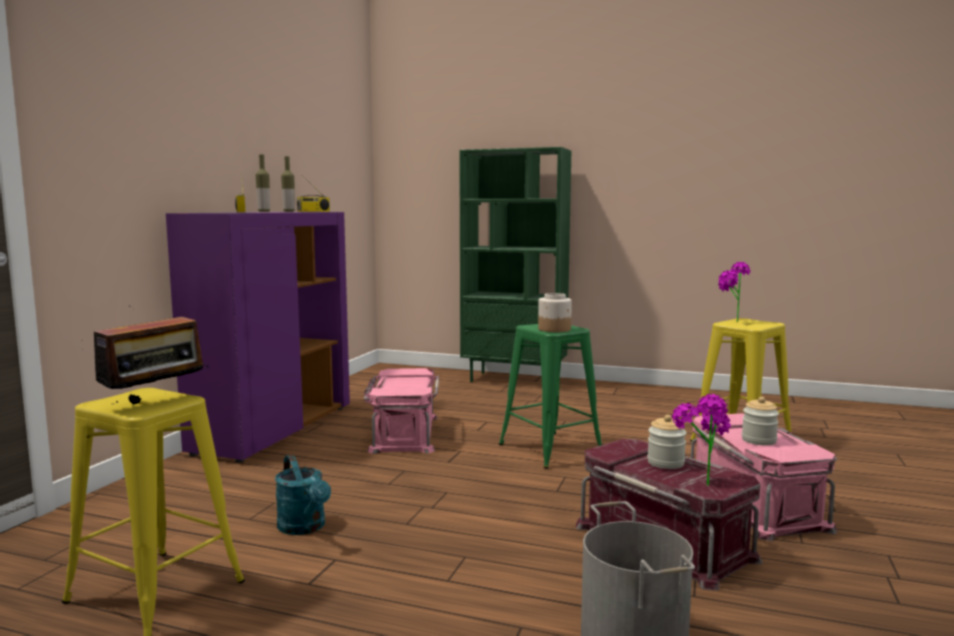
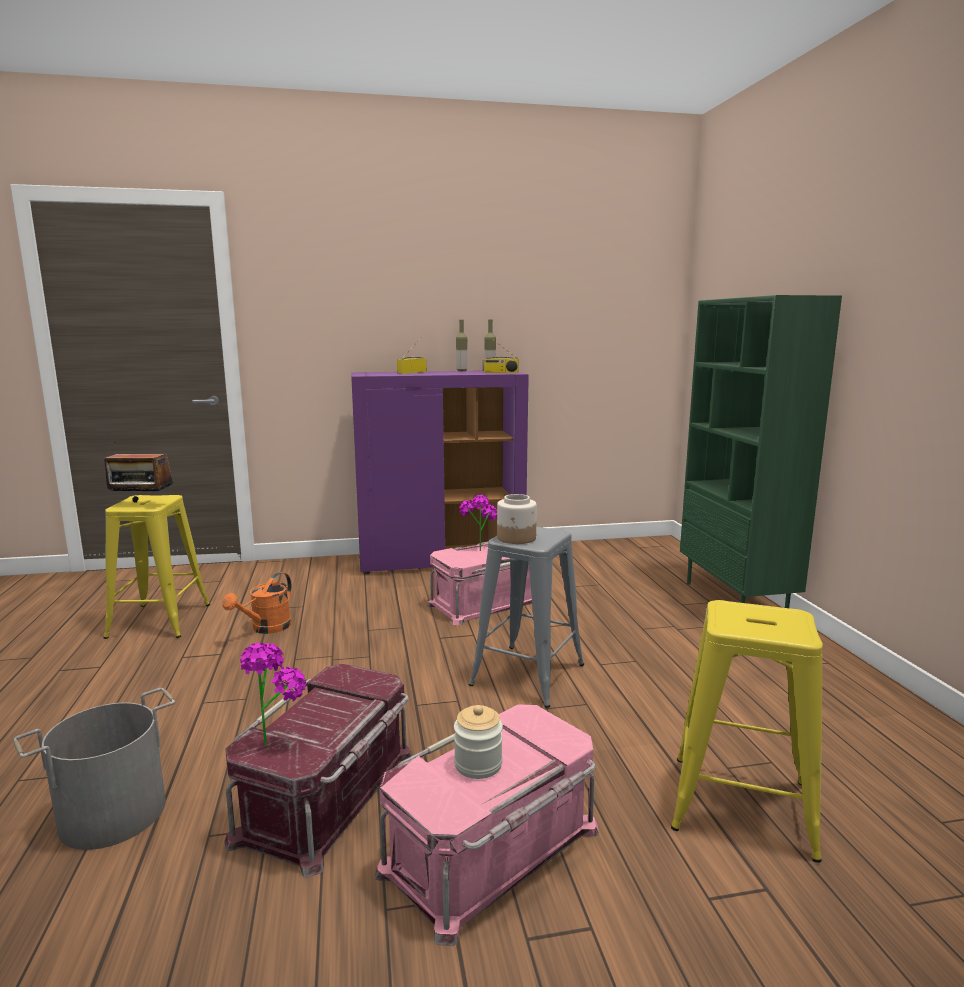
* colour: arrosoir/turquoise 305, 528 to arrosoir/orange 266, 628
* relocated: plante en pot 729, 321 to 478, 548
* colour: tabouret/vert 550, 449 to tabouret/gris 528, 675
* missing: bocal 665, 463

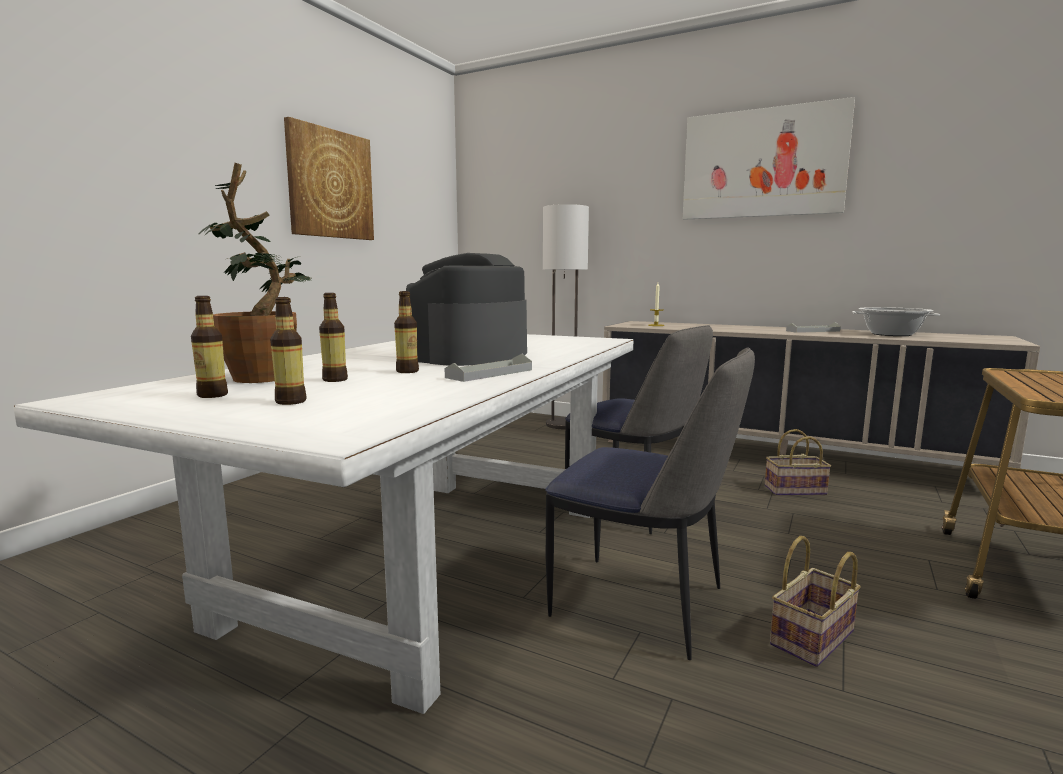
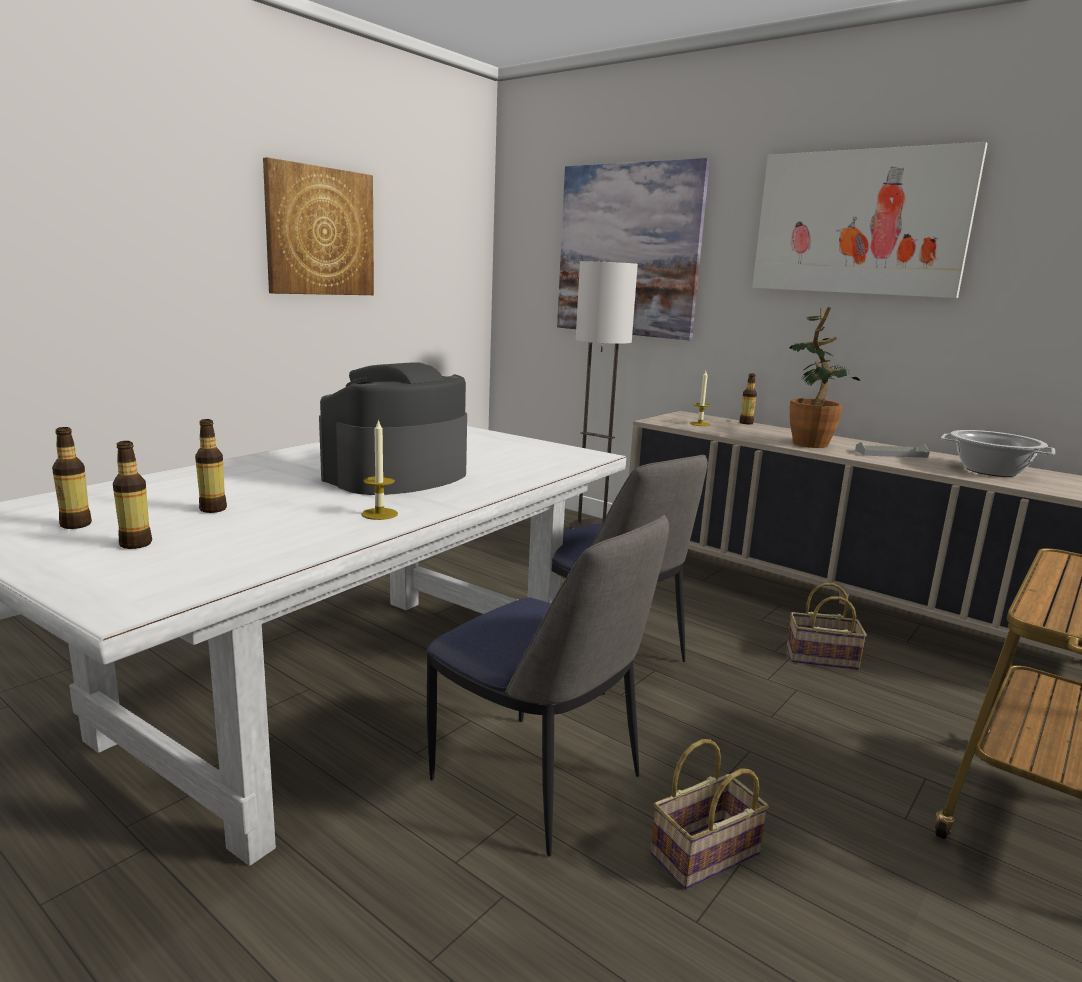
* exchanged: plateau/gris 490, 373 to bougie 379, 514
* appeared: tableau 628, 250
* relocated: bouteille 407, 371 to 746, 423
* relocated: plante en pot 270, 376 to 811, 442

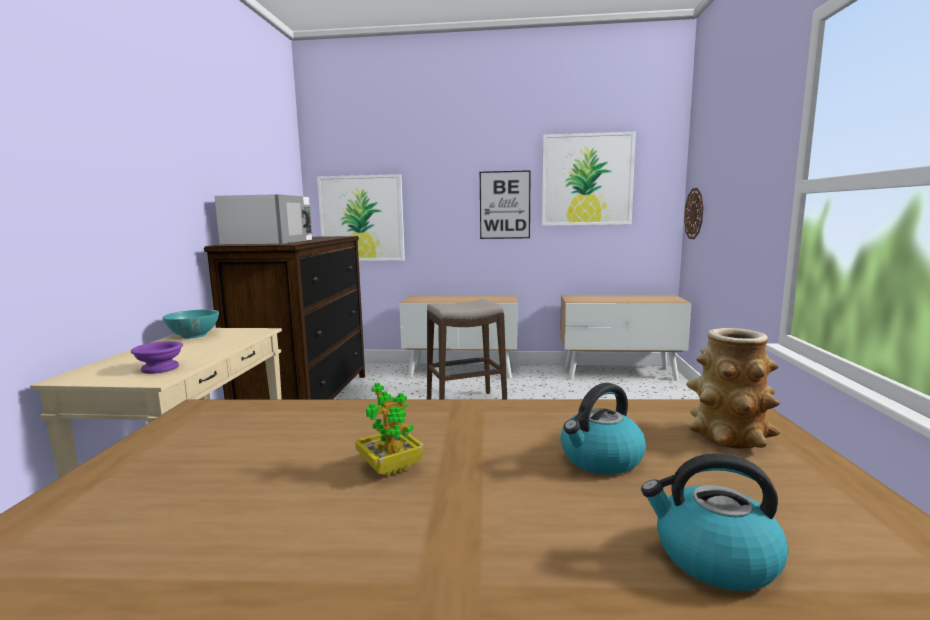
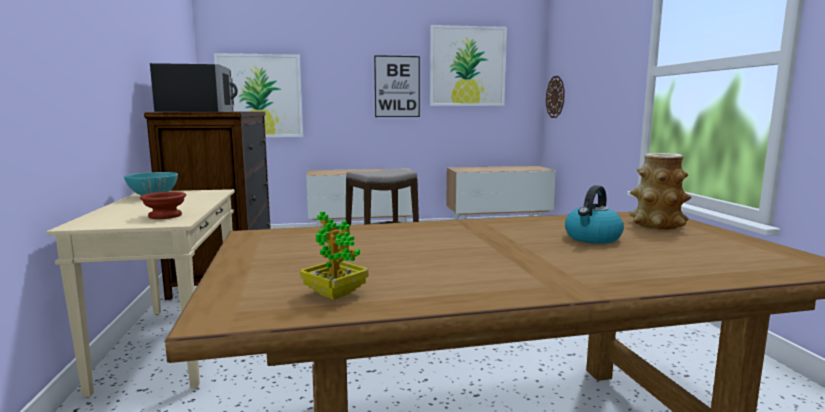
* colour: bol/violet 161, 368 to bol/marron 166, 215
* colour: micro-ondes/blanc 270, 241 to micro-ondes/noir 198, 111
* relocated: plante en pot 390, 468 to 335, 294
* missing: bouilloire 713, 558

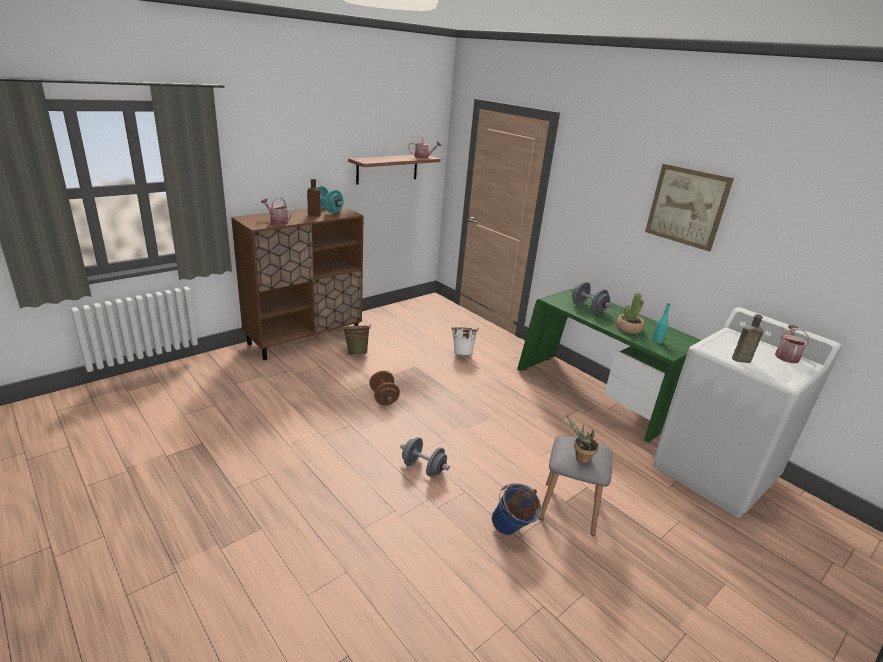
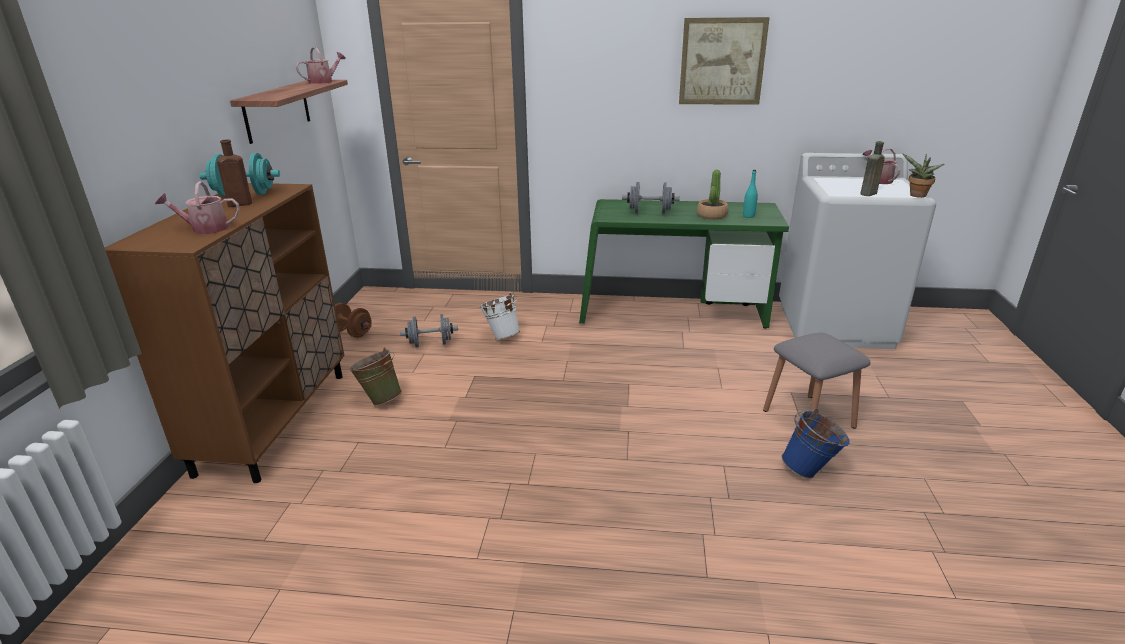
* relocated: haltère/marron 384, 398 to 351, 333
* relocated: haltère/gris 423, 468 to 430, 344
* relocated: plante en pot 580, 458 to 916, 196

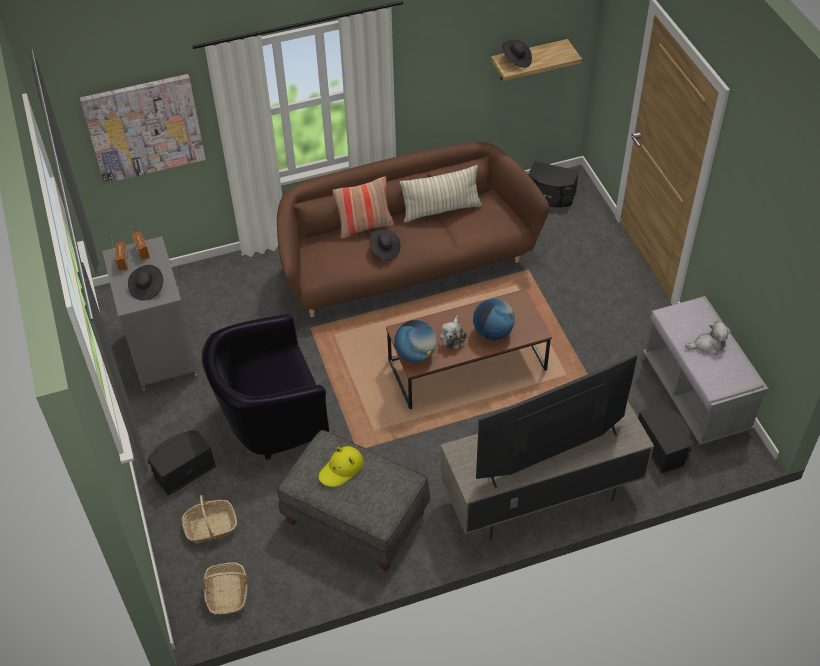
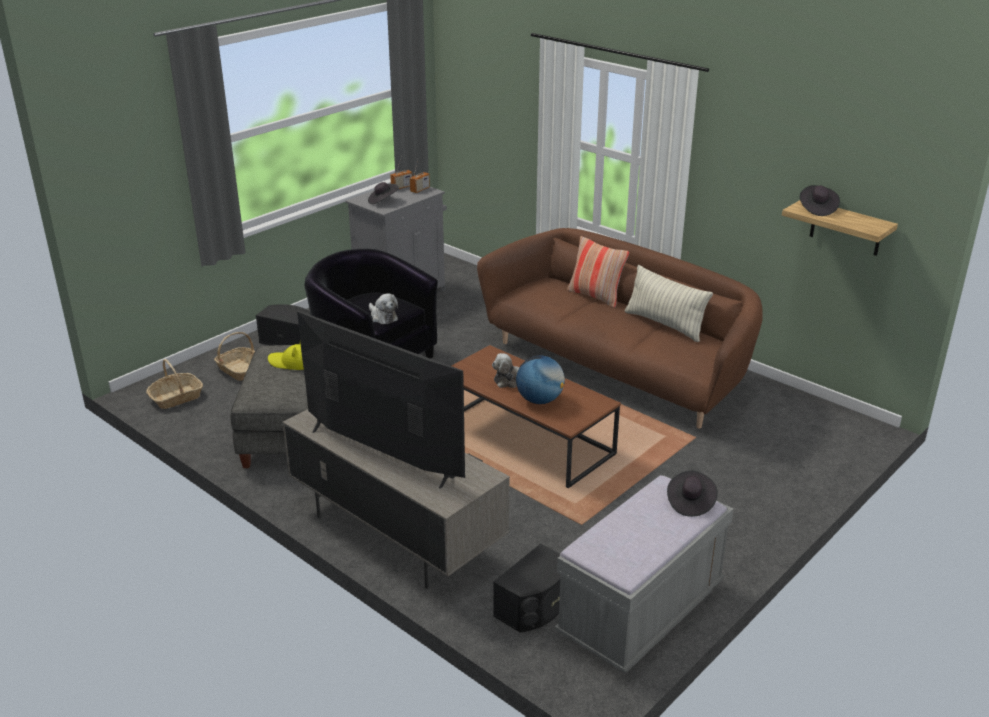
* relocated: peluche 708, 345 to 382, 317
* relocated: chapeau/noir 384, 250 to 690, 503
* missing: tableau 144, 127
* missing: globe 415, 354
* missing: enceinte/noir 550, 196

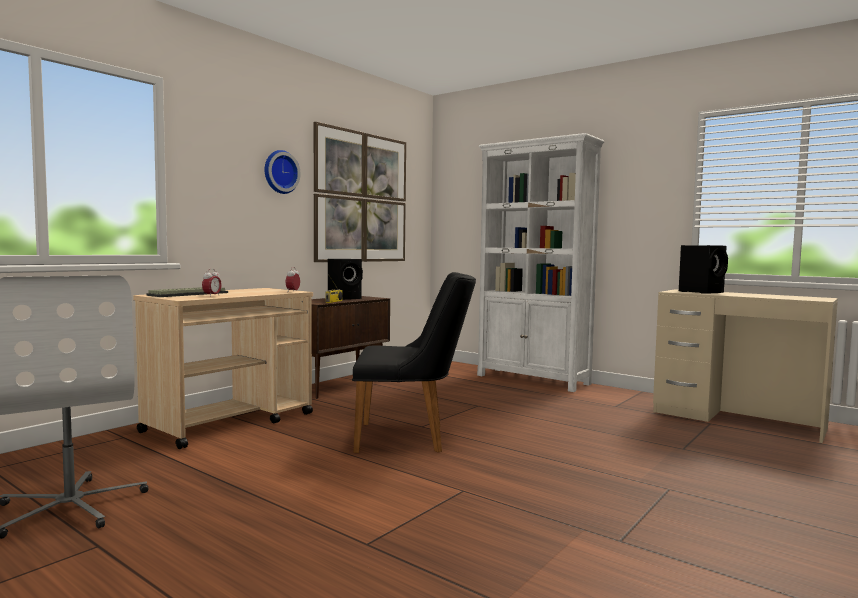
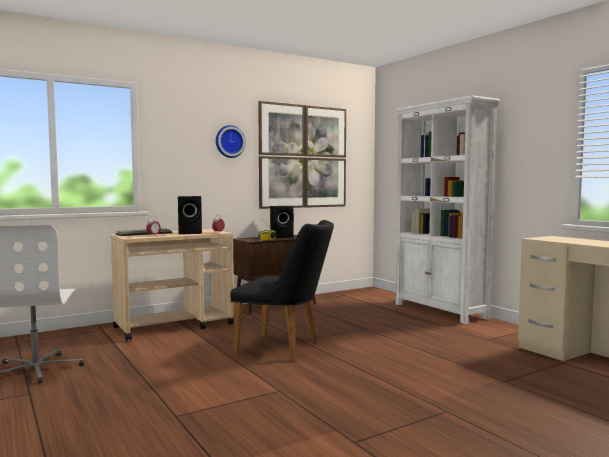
* relocated: enceinte/noir 702, 292 to 191, 233

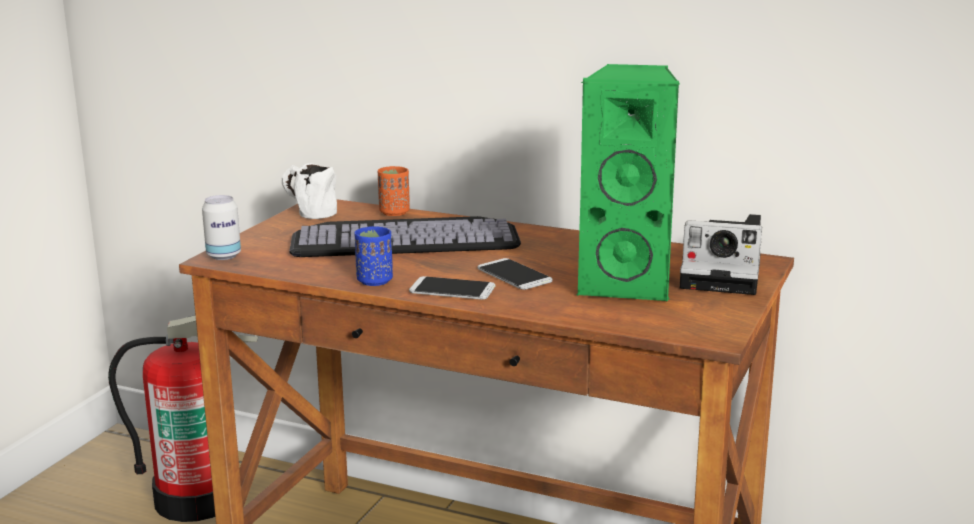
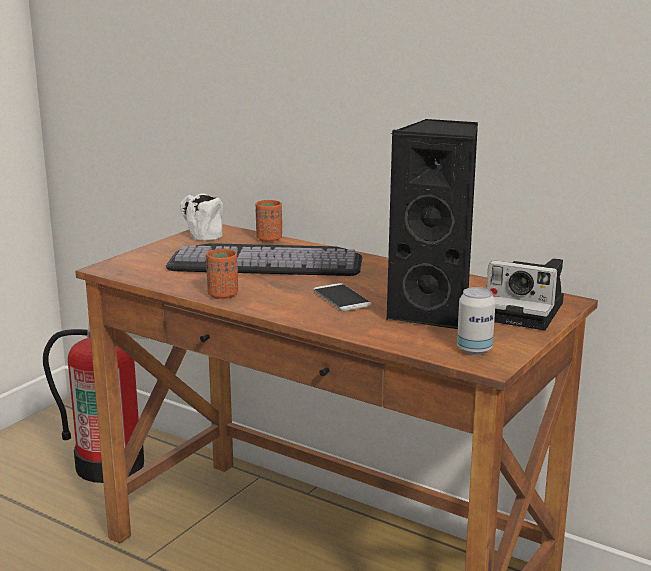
* colour: tasse/bleu 374, 281 to tasse/orange 223, 295
* colour: enceinte/vert 627, 284 to enceinte/noir 434, 313
* relocated: boîte métallique 223, 256 to 474, 349
* missing: téléphone 452, 289

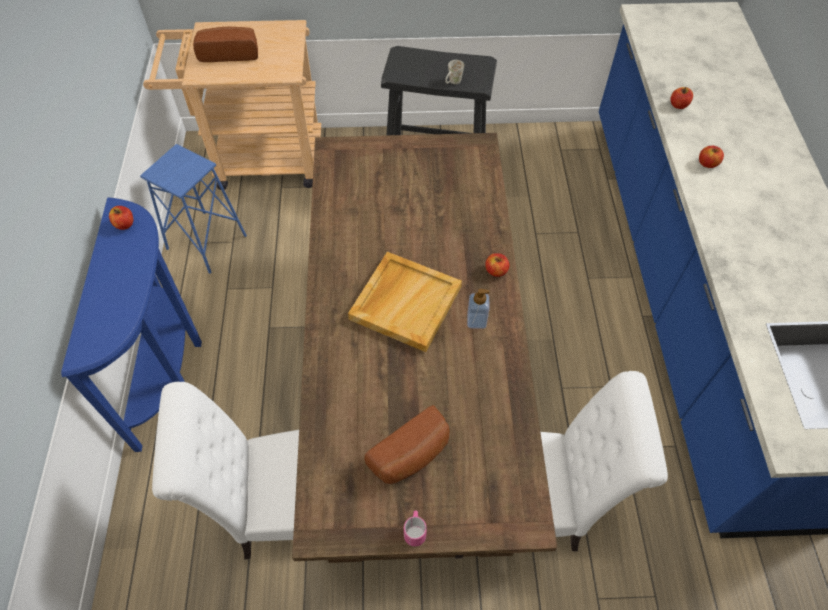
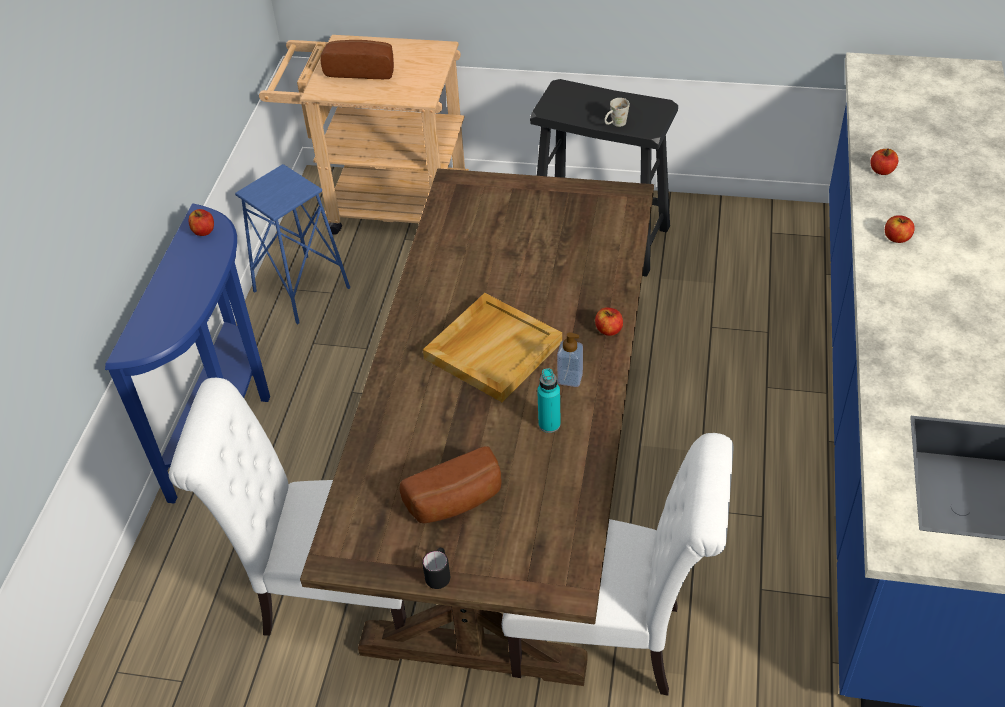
* colour: mug/rose 415, 531 to mug/noir 439, 575
* appeared: bouteille/turquoise 549, 424

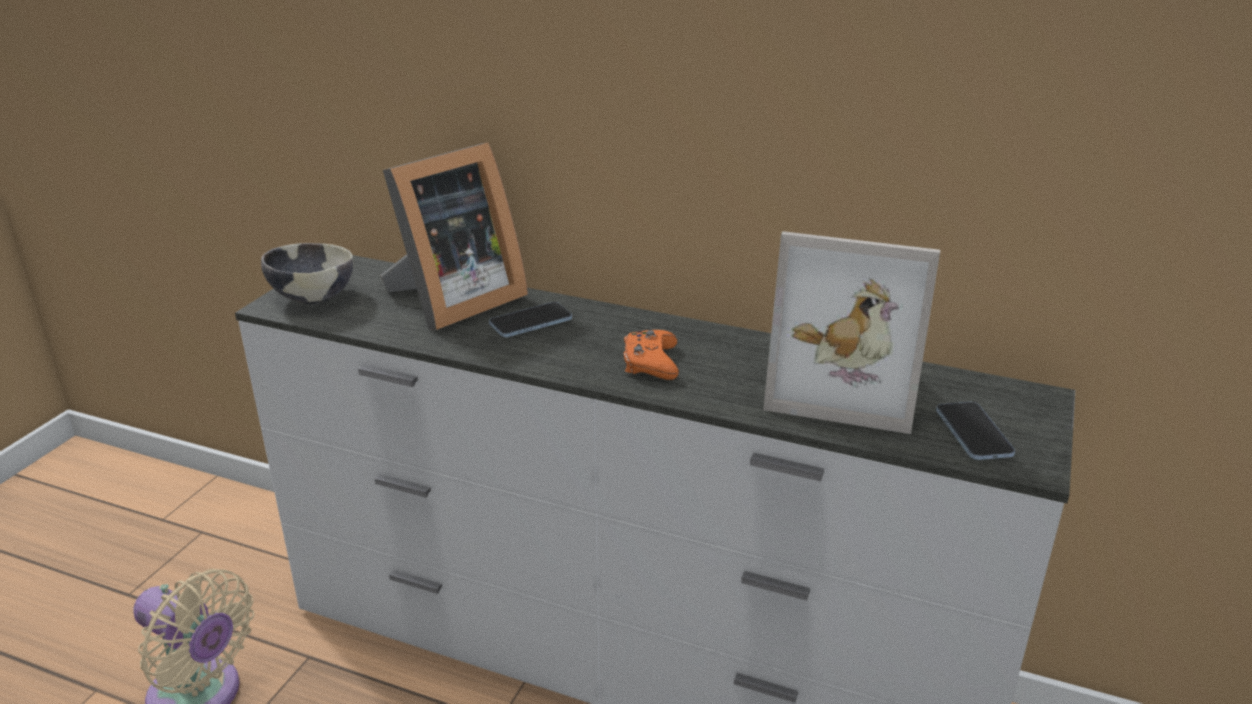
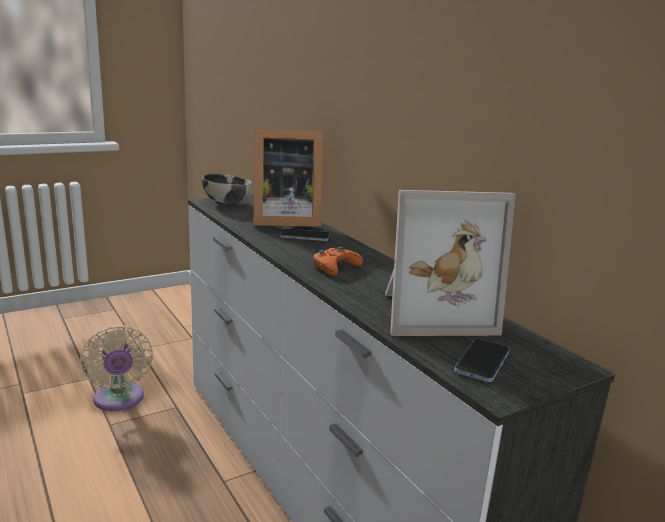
* spun: cadre photo 844, 386 = 432, 312 60 degrees counterclockwise

